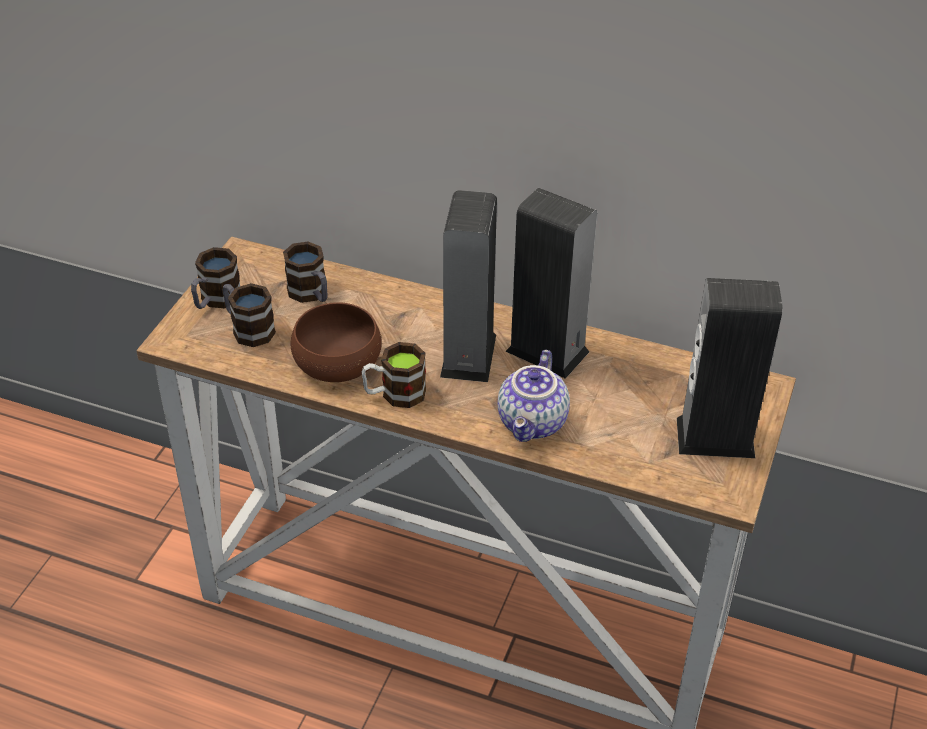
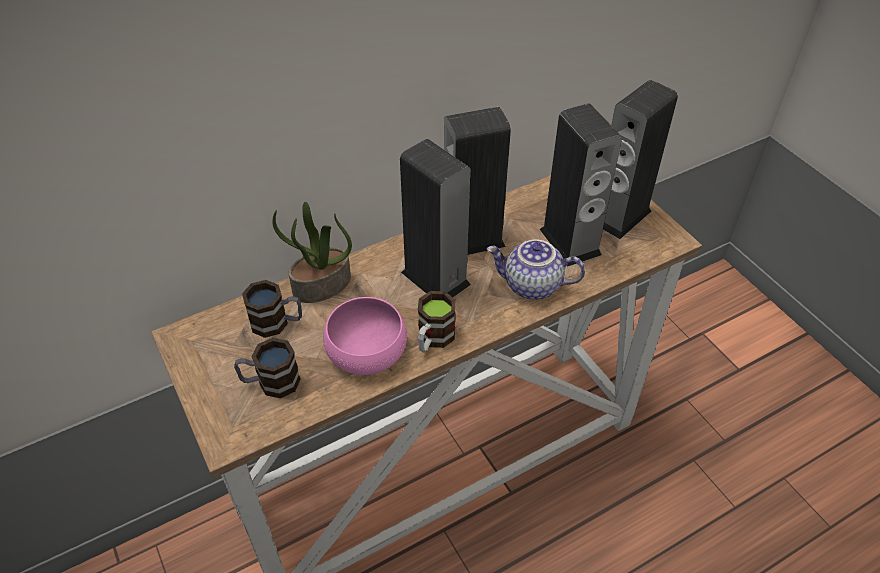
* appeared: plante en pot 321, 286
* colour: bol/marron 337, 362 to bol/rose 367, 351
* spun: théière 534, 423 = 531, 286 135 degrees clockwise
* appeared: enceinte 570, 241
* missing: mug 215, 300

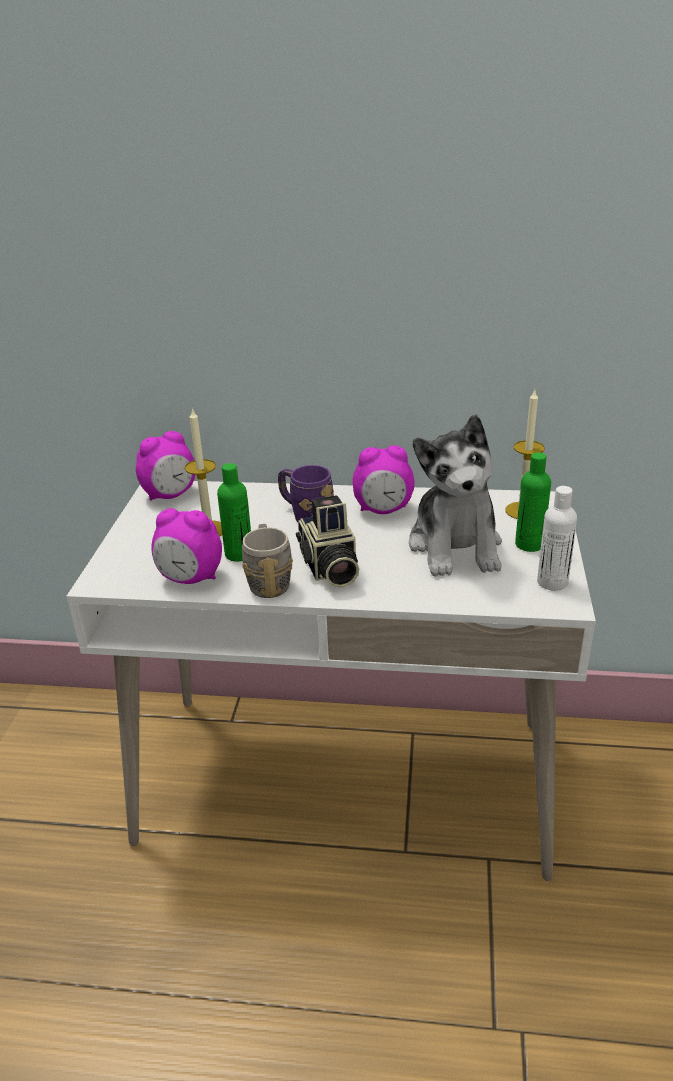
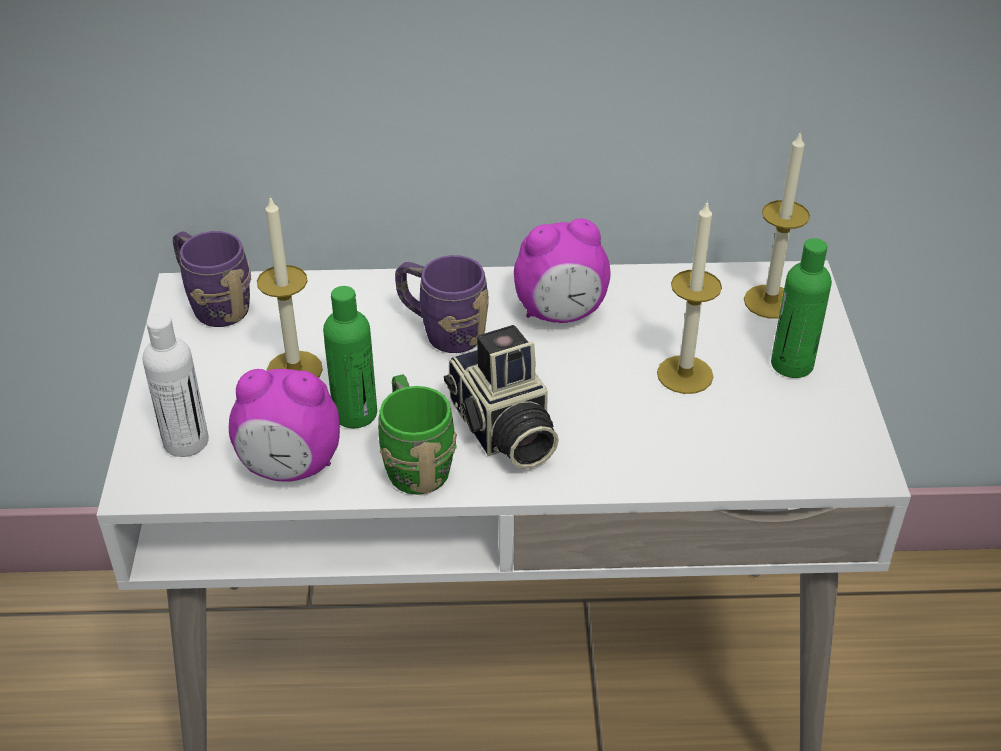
* relocated: bouteille/blanc 552, 582 to 186, 441
* exchanged: réveil 170, 495 to mug/violet 213, 304
* colour: mug/gris 268, 581 to mug/vert 414, 461
* exchanged: peluche 456, 546 to bougie 685, 374

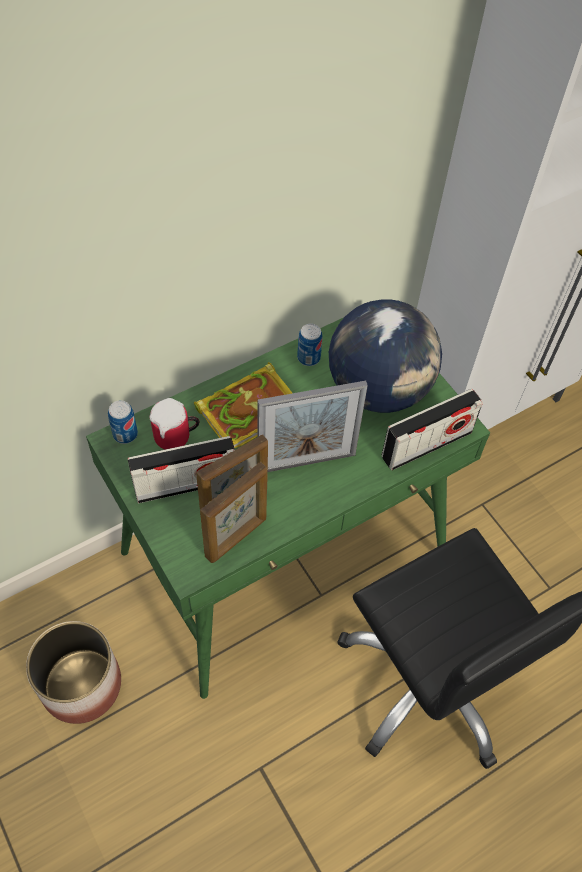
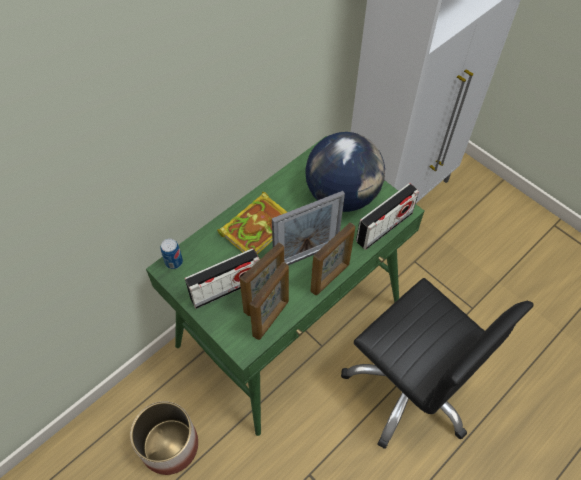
* appeared: cadre photo 330, 277
* missing: mug 177, 437
* missing: boîte métallique 308, 358

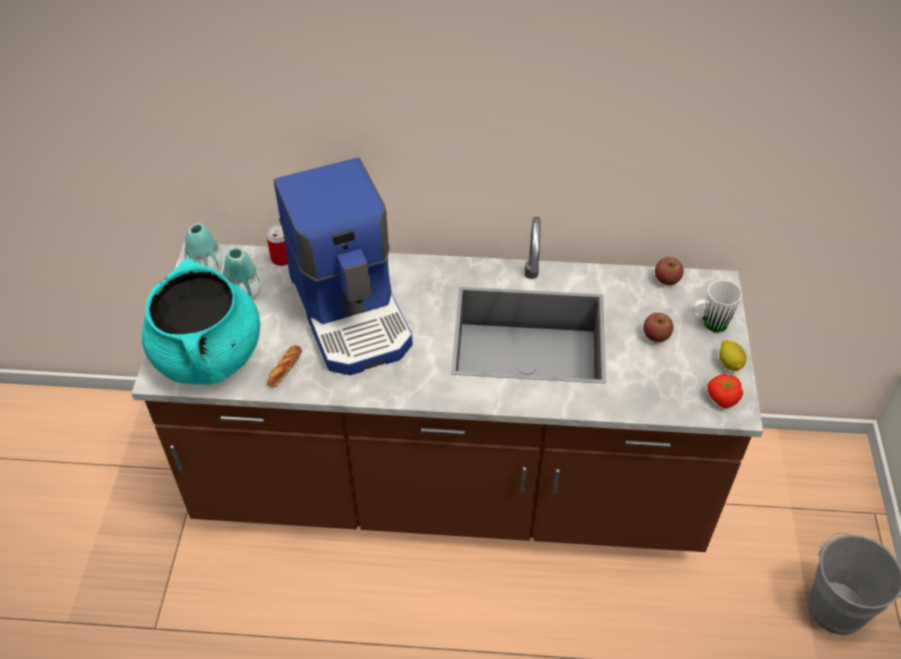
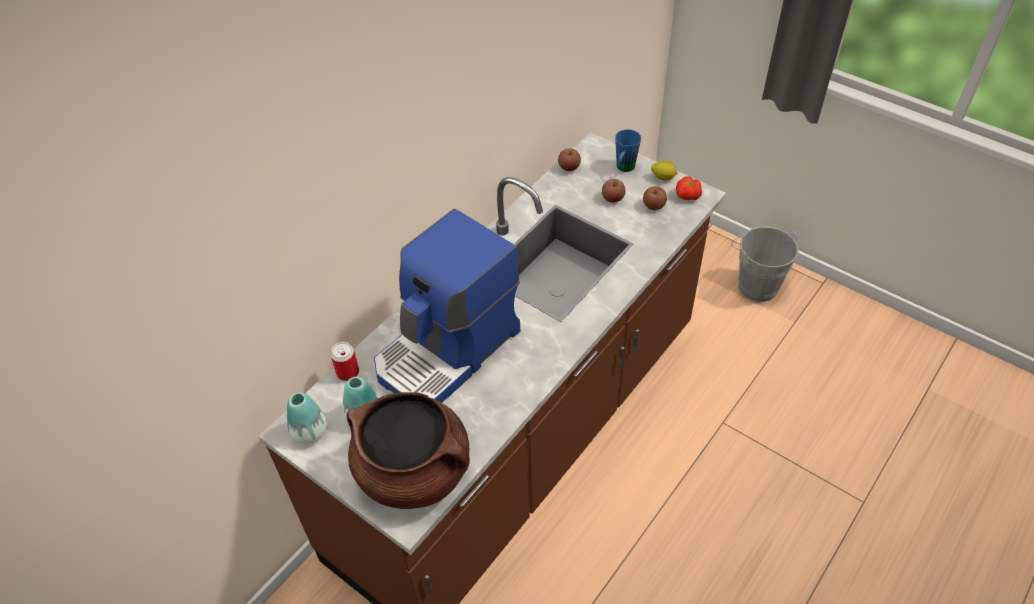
* colour: marmite/turquoise 209, 356 to marmite/marron 414, 471
* spun: machine à café 352, 311 = 449, 352 120 degrees clockwise
* colour: mug/blanc 709, 324 to mug/bleu 624, 169
* appeared: pomme 654, 205
* missing: pain 285, 368

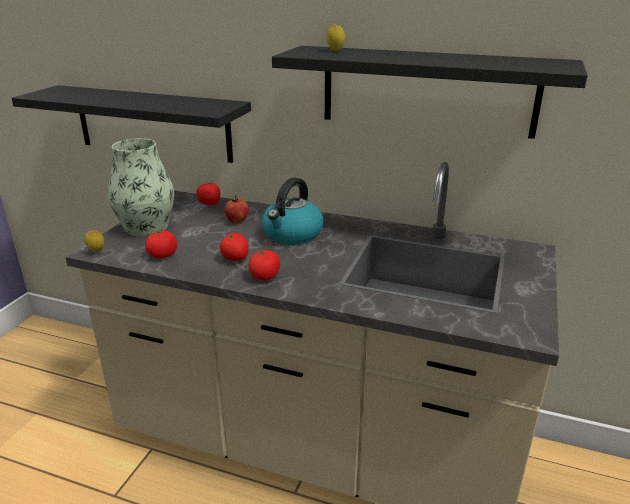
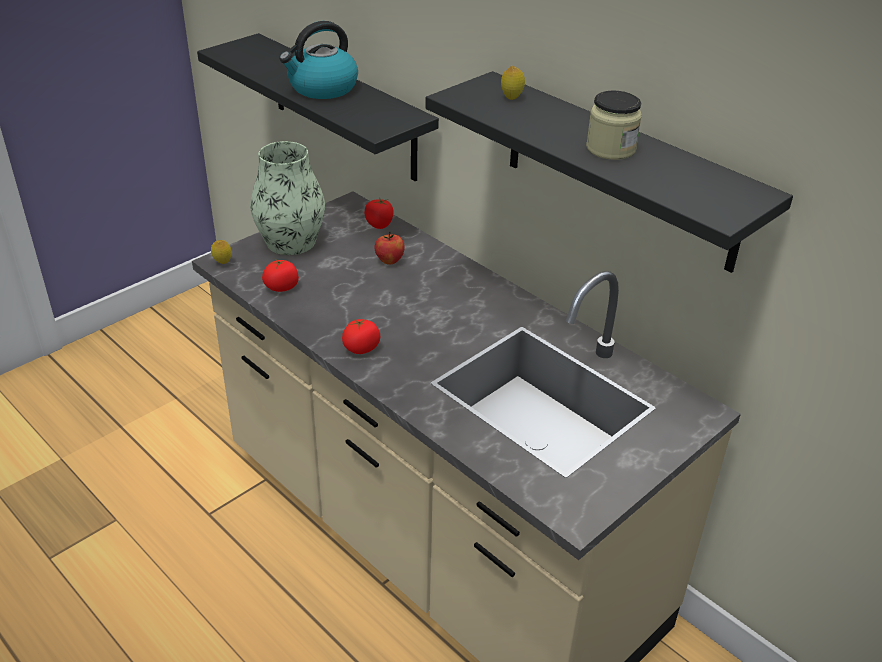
* relocated: bouilloire 292, 235 to 322, 88
* appeared: bocal 610, 149
* missing: tomate 235, 258

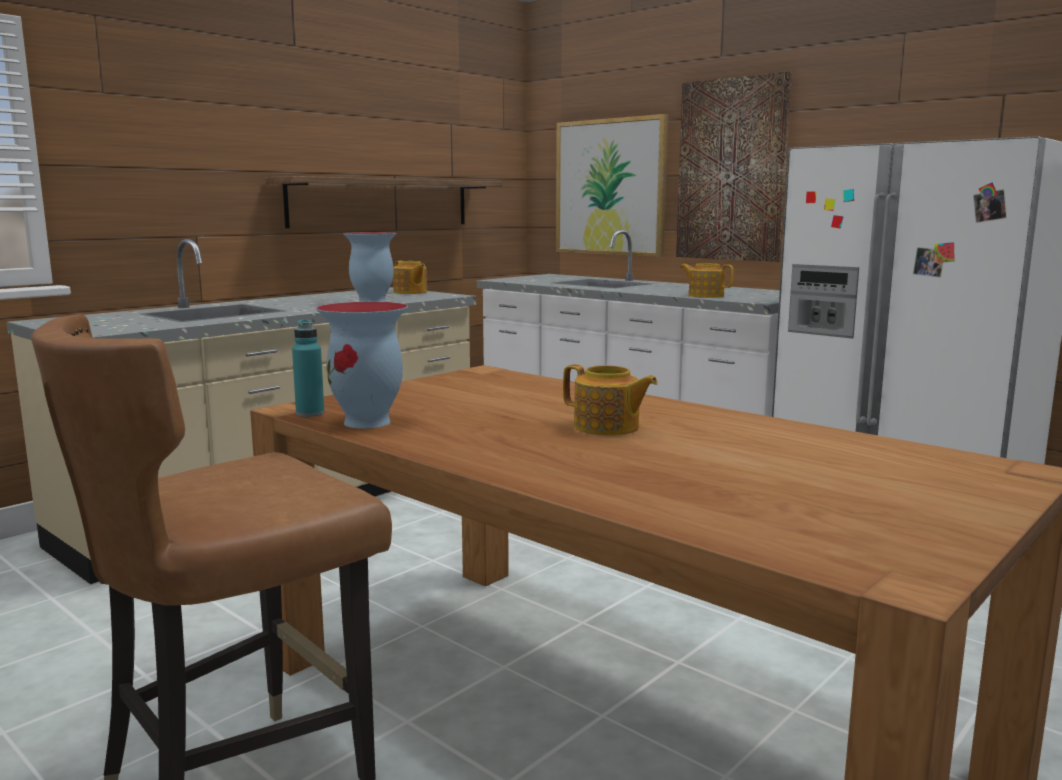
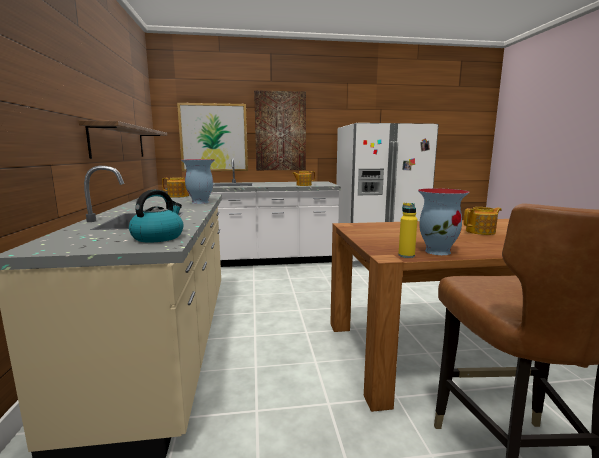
* appeared: bouilloire 158, 237
* colour: bouteille/turquoise 310, 413 to bouteille/jaune 406, 255

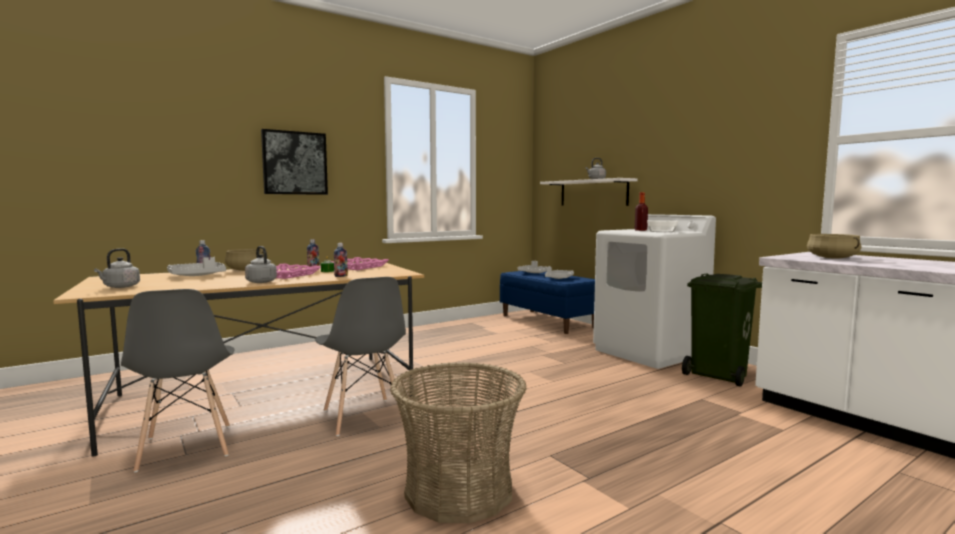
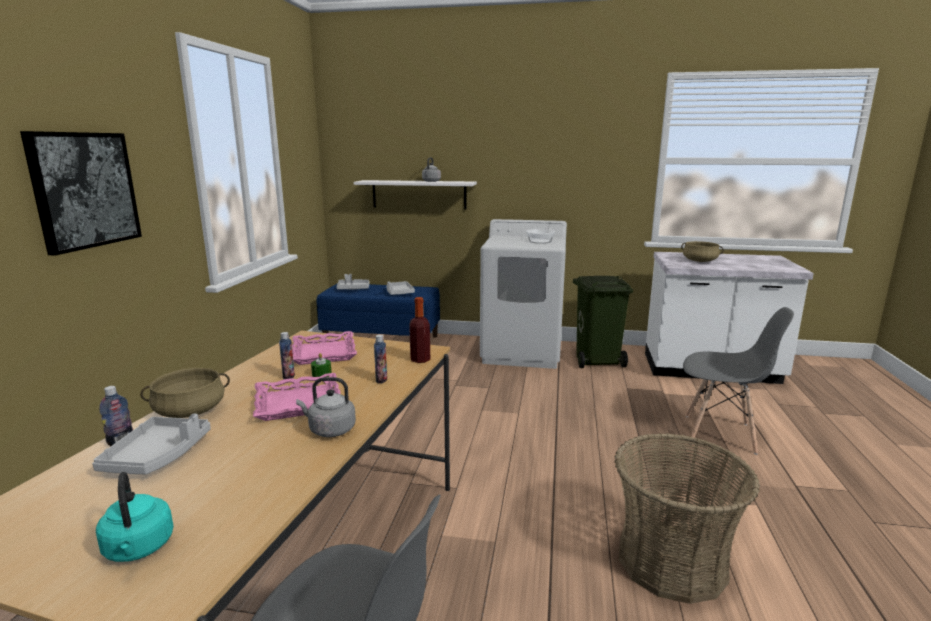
* colour: bouilloire/gris 120, 287 to bouilloire/turquoise 139, 549
* relocated: bouteille 640, 230 to 420, 359
* relocated: chaise/gris 363, 417 to 720, 434

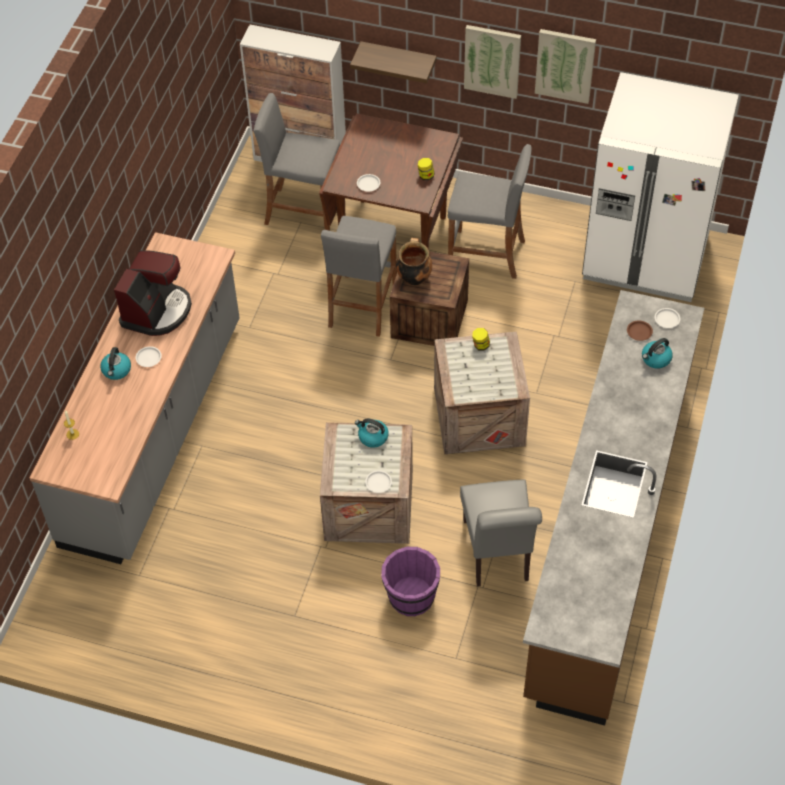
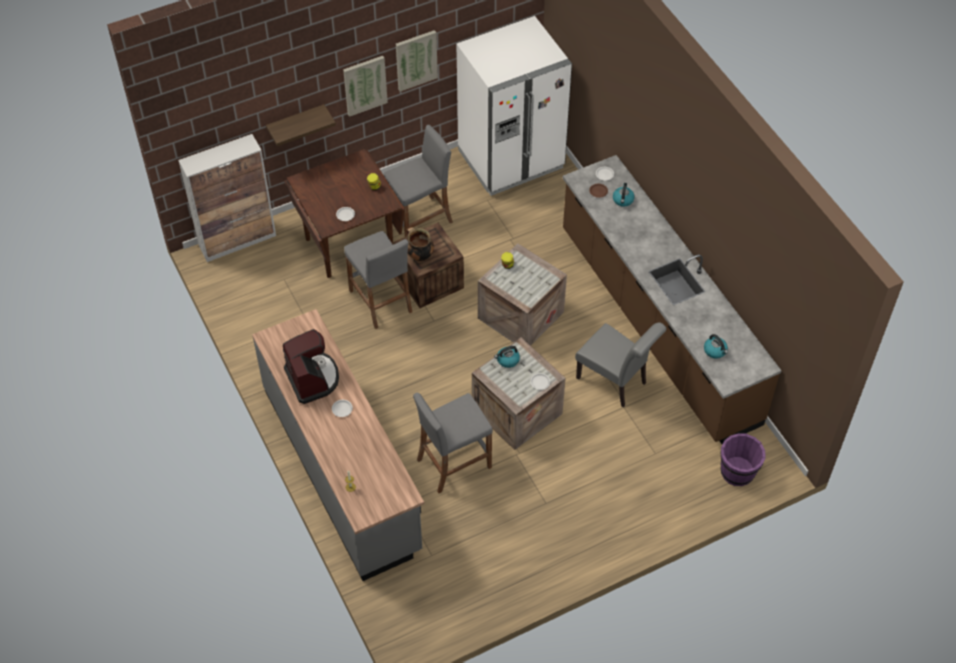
* relocated: tabouret/gris 303, 211 to 453, 463
* relocated: bouilloire 116, 370 to 715, 351
* relocated: seau/violet 411, 597 to 737, 472

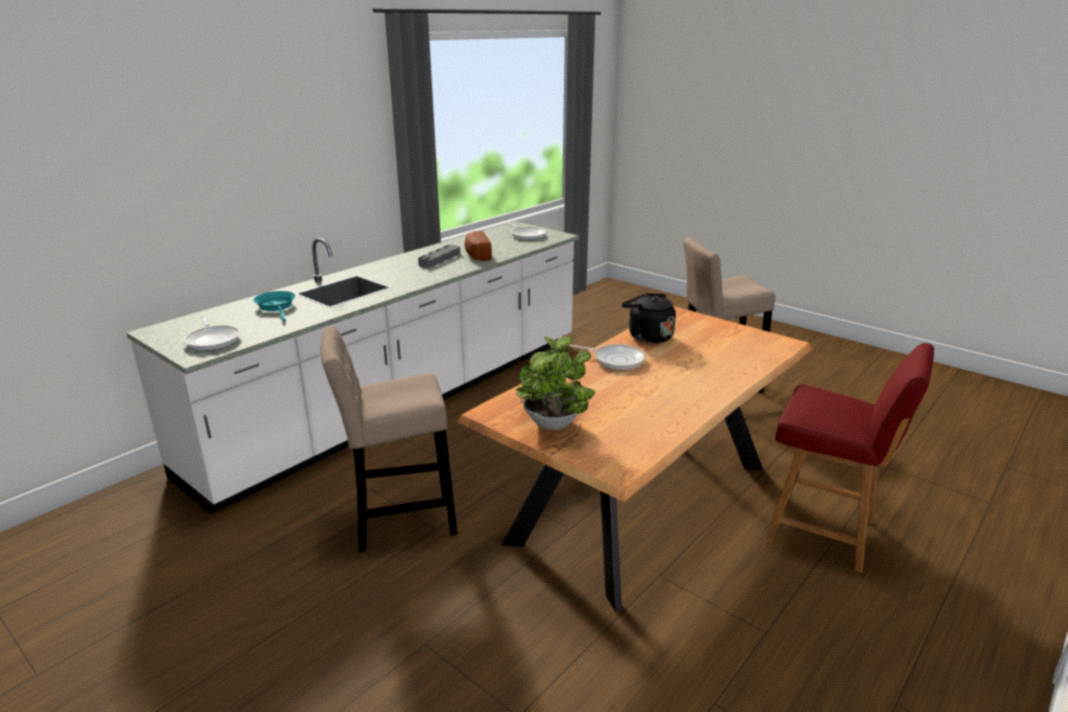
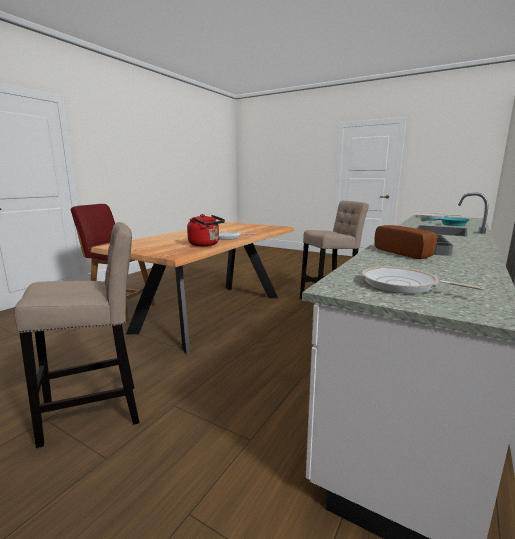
* colour: bouilloire/noir 647, 336 to bouilloire/rouge 206, 244
* missing: plante en pot 552, 426

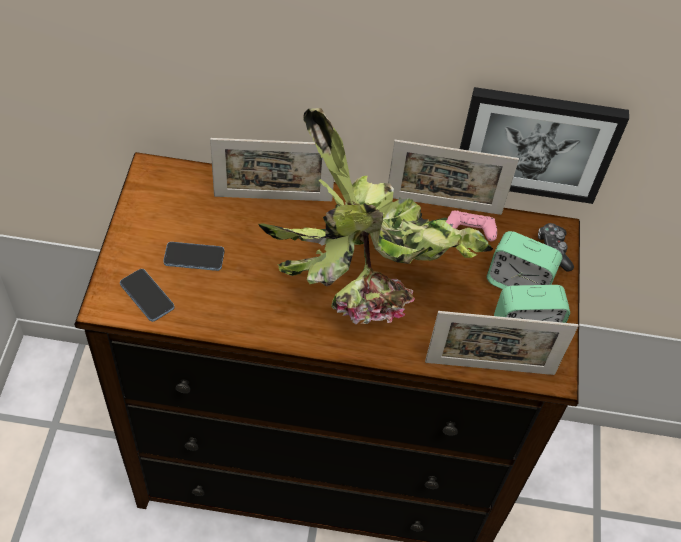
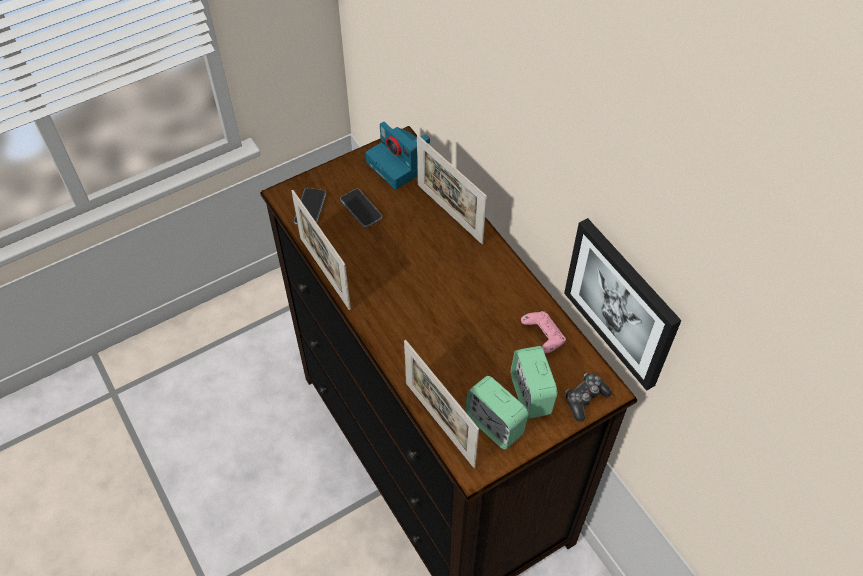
* relocated: cadre photo 443, 205 to 324, 273
* appeared: appareil photo 402, 164
* missing: plante en pot 369, 280

